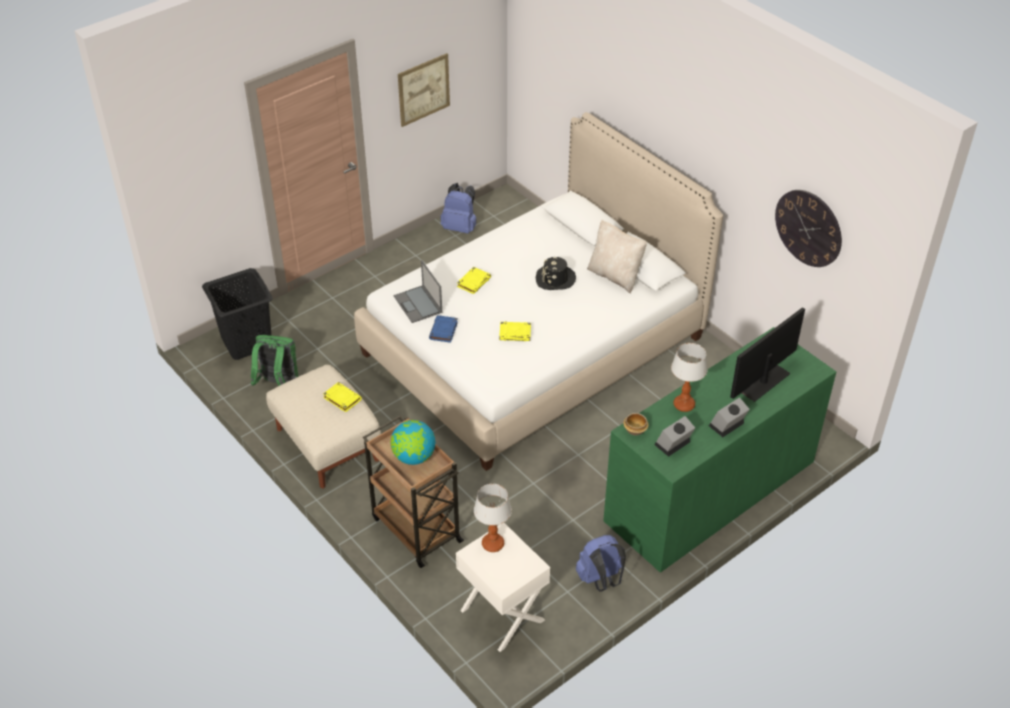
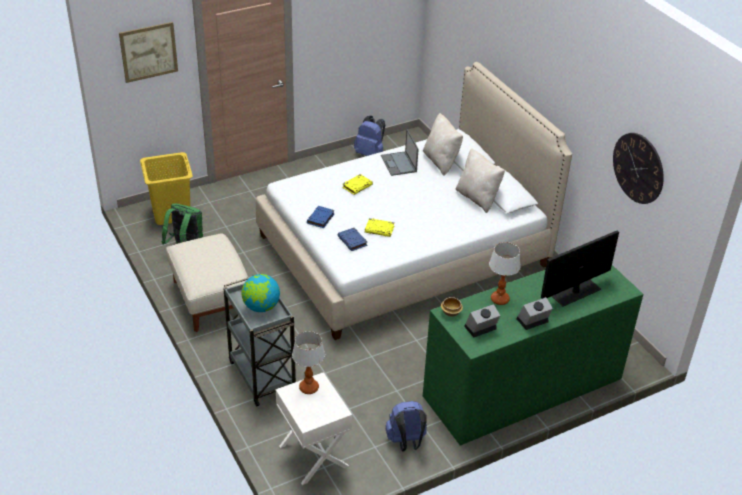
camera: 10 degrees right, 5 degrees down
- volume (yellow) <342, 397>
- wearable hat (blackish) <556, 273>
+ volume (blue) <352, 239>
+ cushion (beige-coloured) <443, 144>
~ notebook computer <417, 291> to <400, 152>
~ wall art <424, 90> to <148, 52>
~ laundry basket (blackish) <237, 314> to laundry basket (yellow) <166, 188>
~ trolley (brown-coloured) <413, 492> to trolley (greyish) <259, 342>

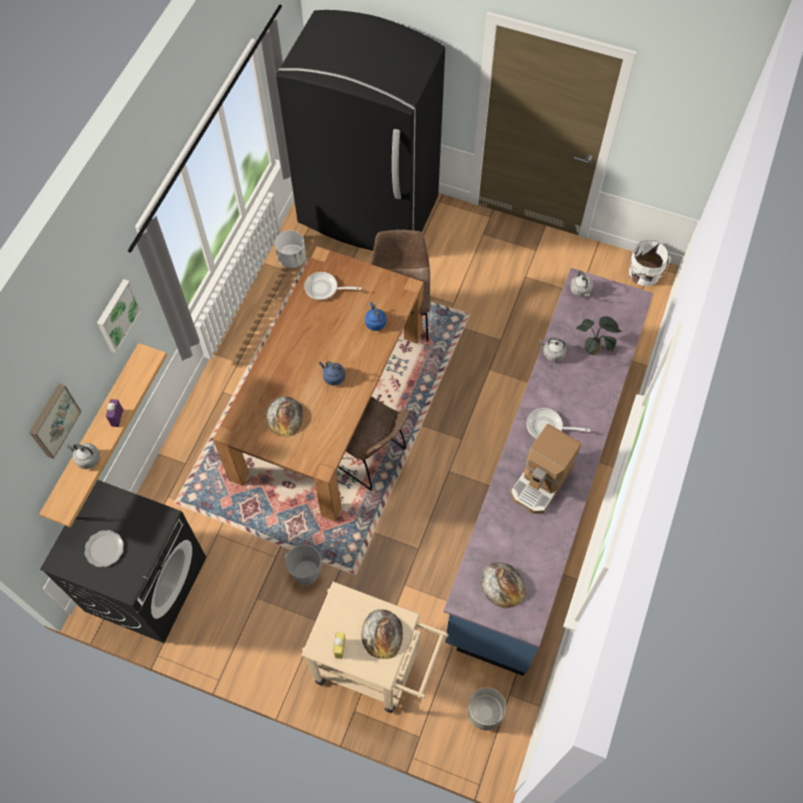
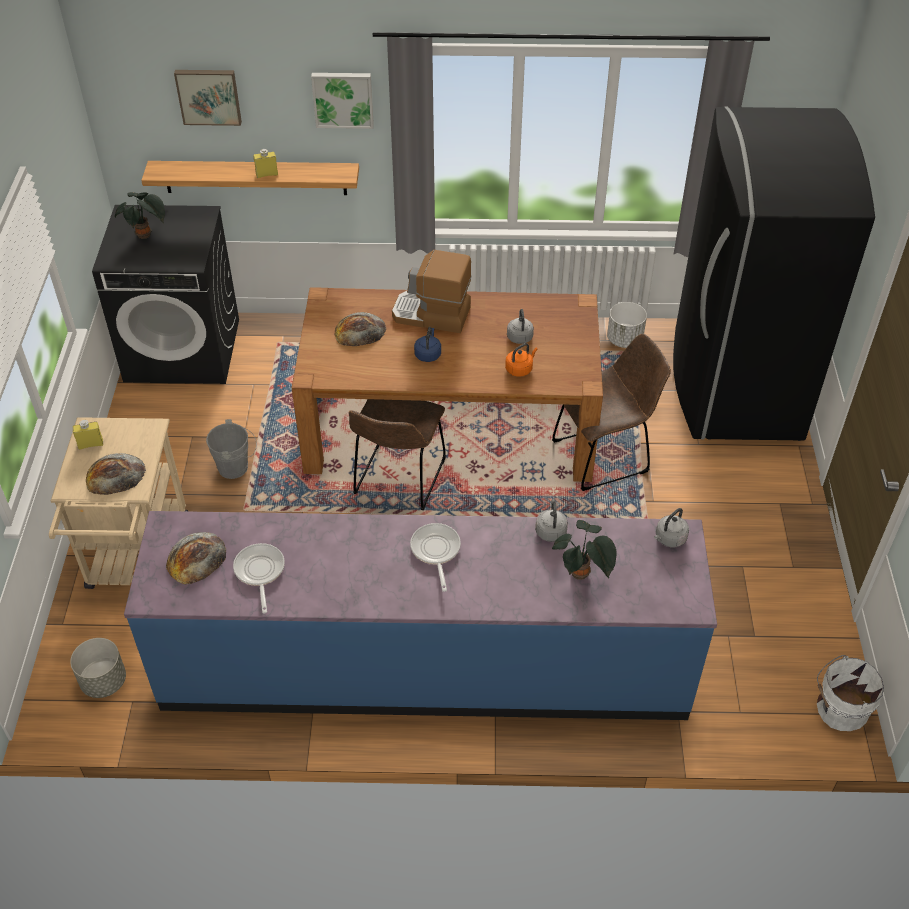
camera: 70 degrees right, 15 degrees down
~ kettle (greyish) <83, 456> to <520, 326>
~ skillet <332, 286> to <259, 578>
~ coffee maker <546, 469> to <431, 291>
~ dinner plate <104, 548> to potted plant <140, 215>
~ drink bottle (purple) <114, 413> to drink bottle (yellow) <265, 163>
~ kettle (blue) <375, 316> to kettle (orange) <521, 360>

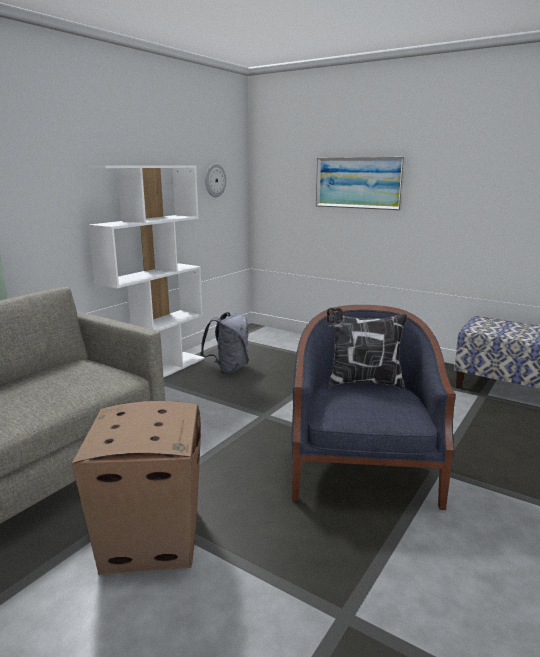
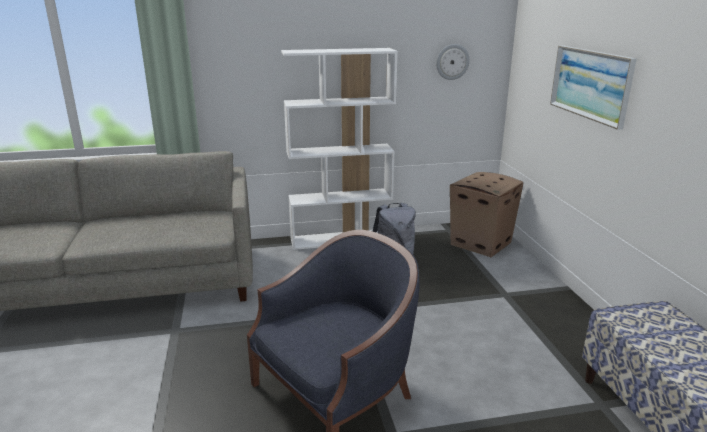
camera: 45 degrees right, 5 degrees up
- cushion <366, 348>
~ packing box <136, 488> to <486, 214>

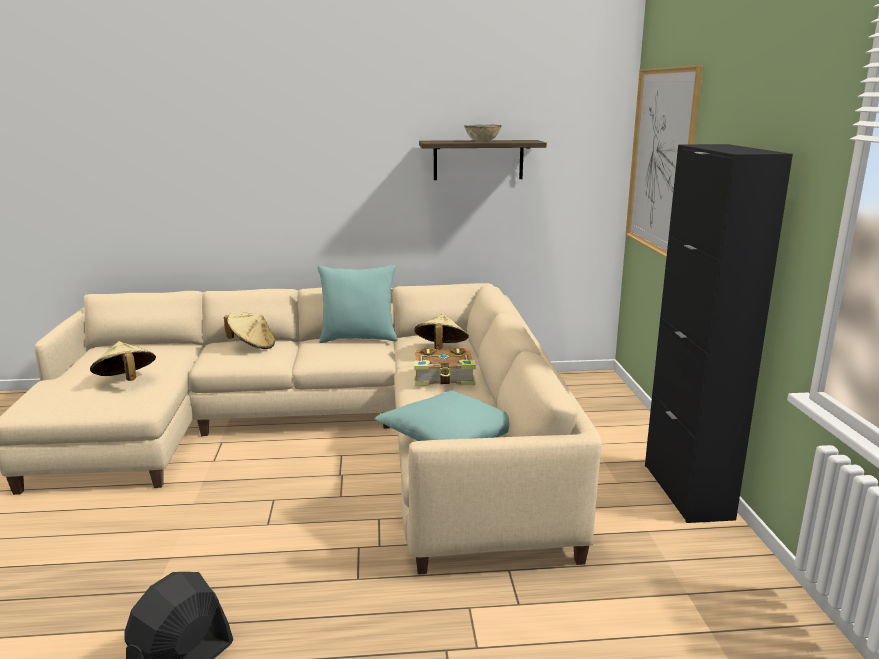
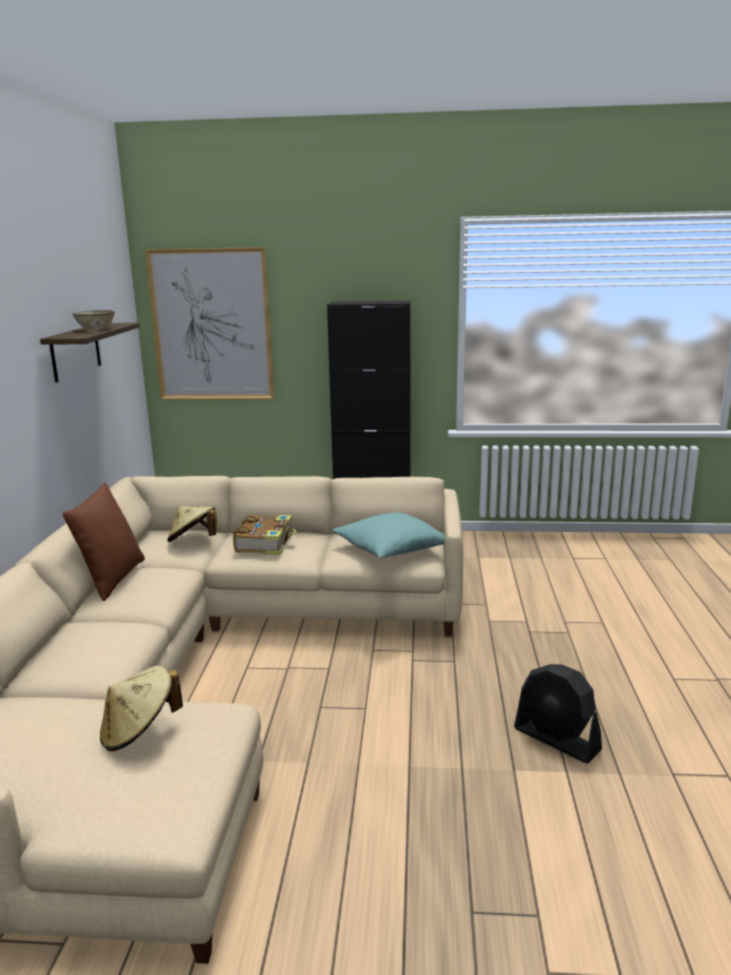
camera: 80 degrees left, 0 degrees up
- wearable hat (beige-coloured) <249, 330>
~ cushion (blue-green) <358, 304> to cushion (brown-coloured) <103, 542>

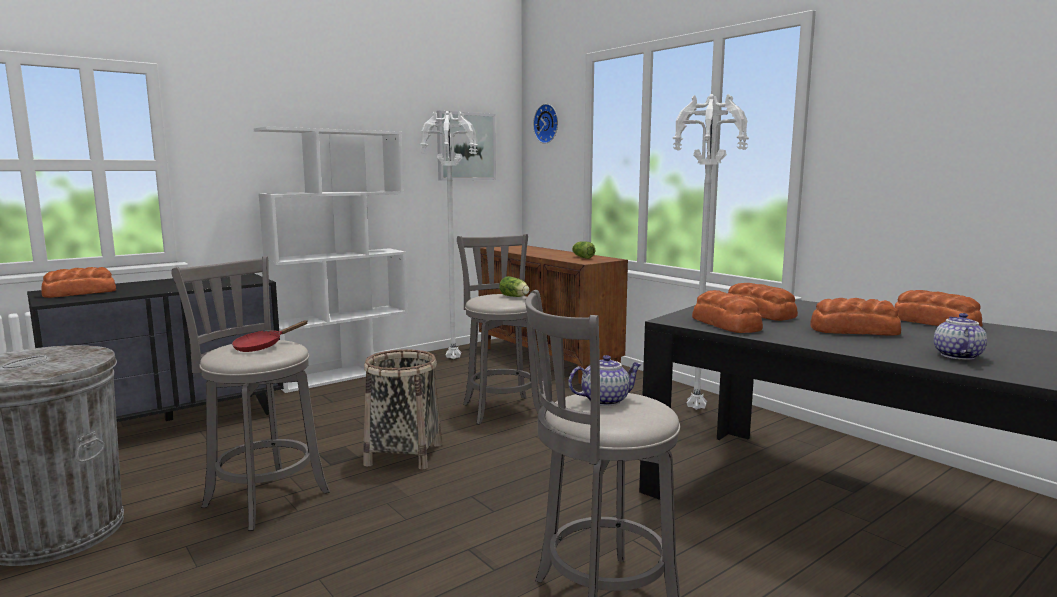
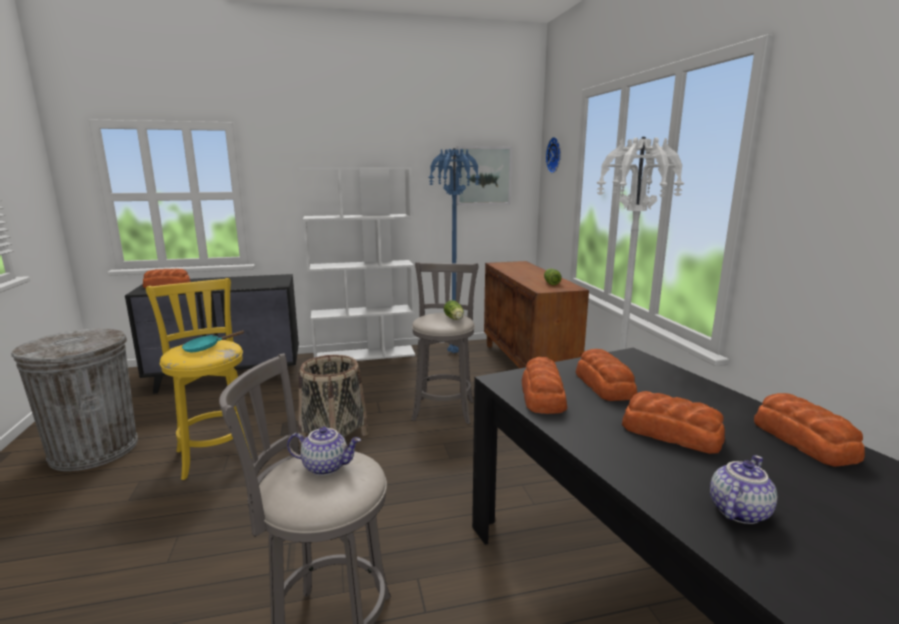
camera: 25 degrees right, 5 degrees up
~ stool seat (greyish) <250, 393> to stool seat (yellow) <199, 379>
~ skillet (red) <270, 336> to skillet (blue-green) <213, 341>
~ floor lamp (white-coloured) <449, 235> to floor lamp (blue) <454, 250>

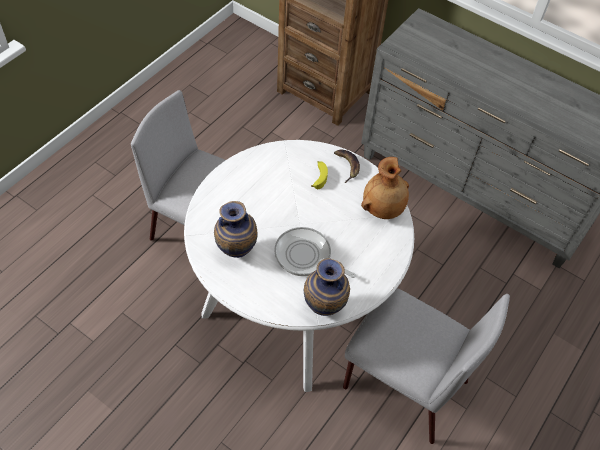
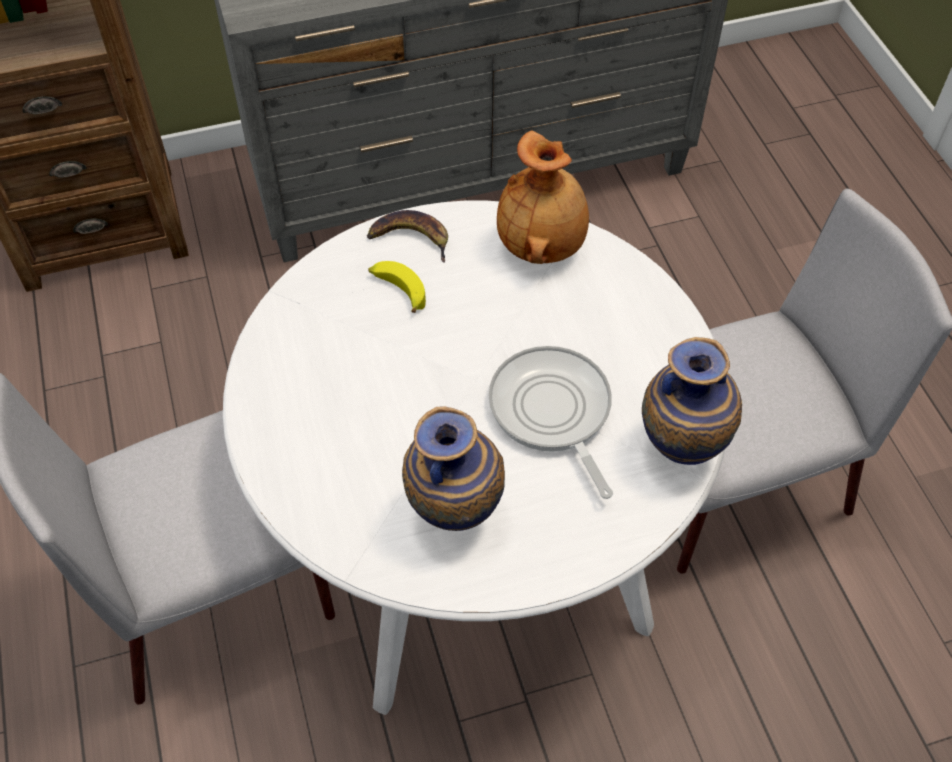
camera: 50 degrees left, 0 degrees up
~ skillet <315, 252> = <550, 422> 90 degrees clockwise

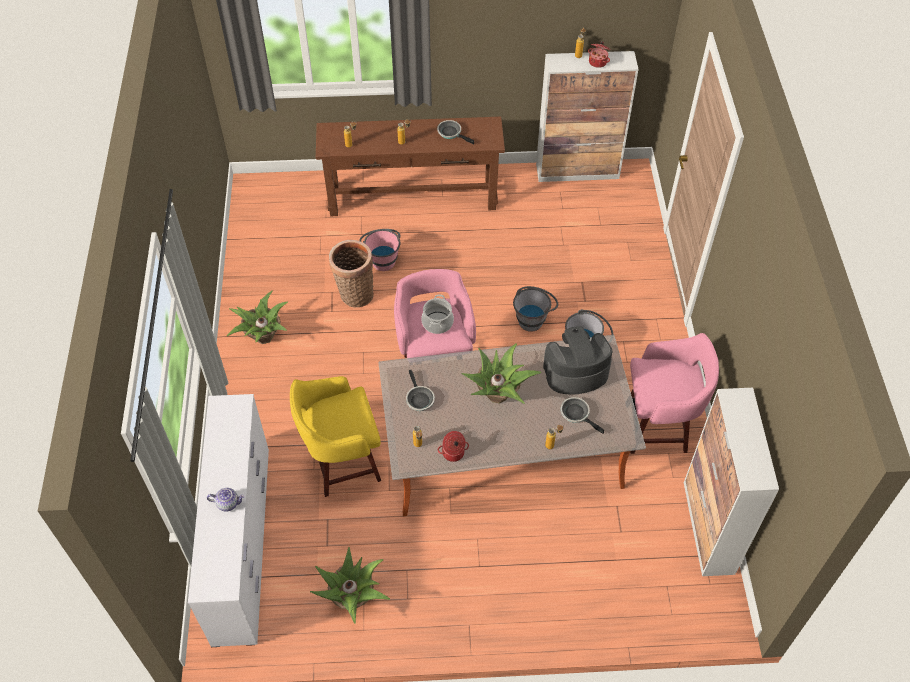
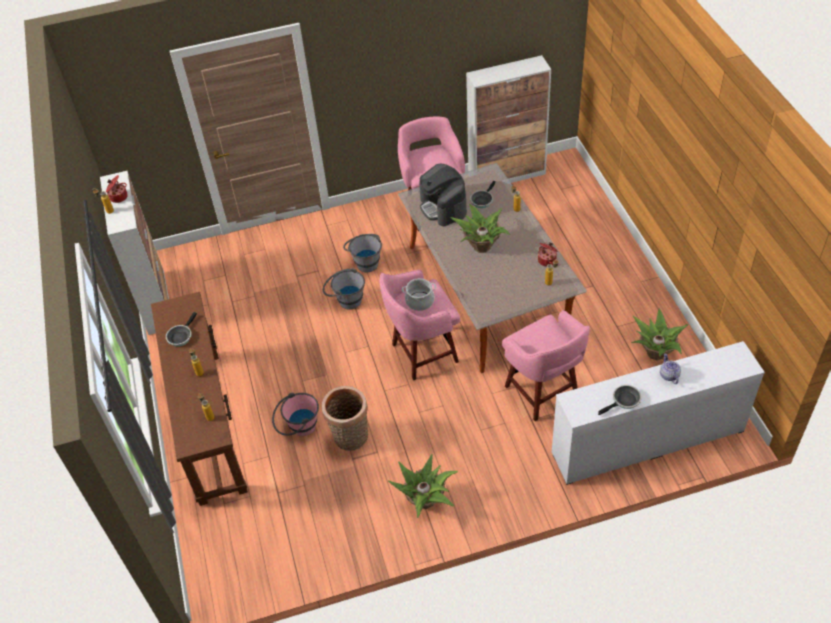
camera: 100 degrees left, 5 degrees down
~ skillet <420, 390> to <620, 400>
~ stool seat (yellow) <335, 436> to stool seat (pink-coloured) <546, 365>

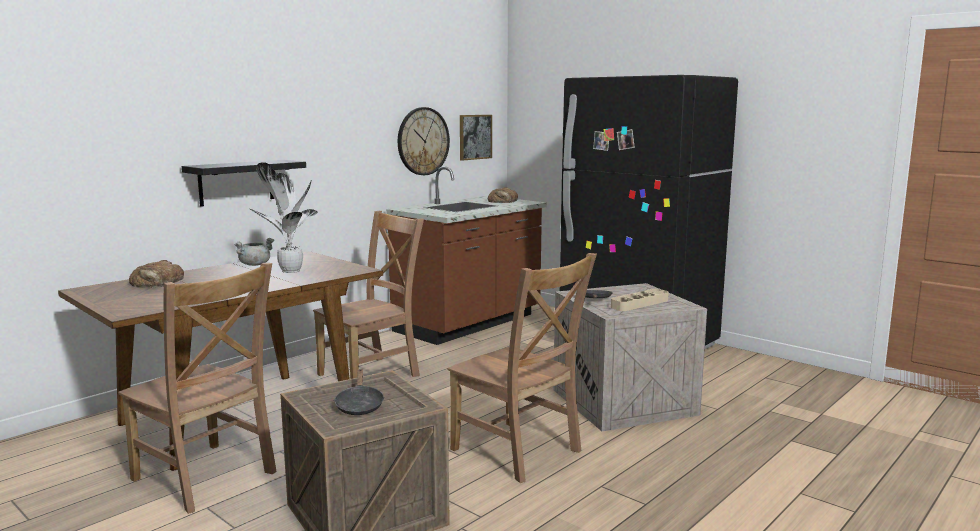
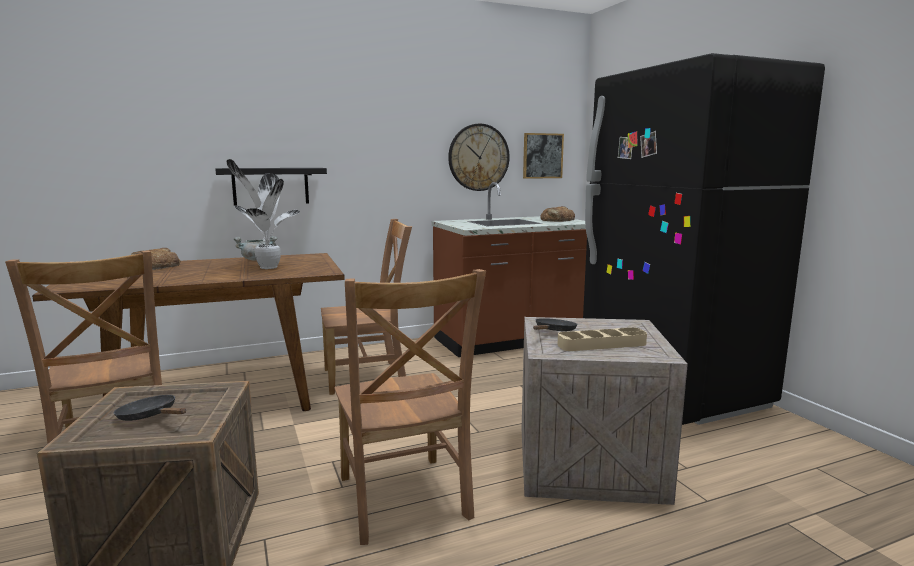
camera: 25 degrees right, 0 degrees up
~ skillet (blackish) <359, 392> = <150, 408> 105 degrees clockwise

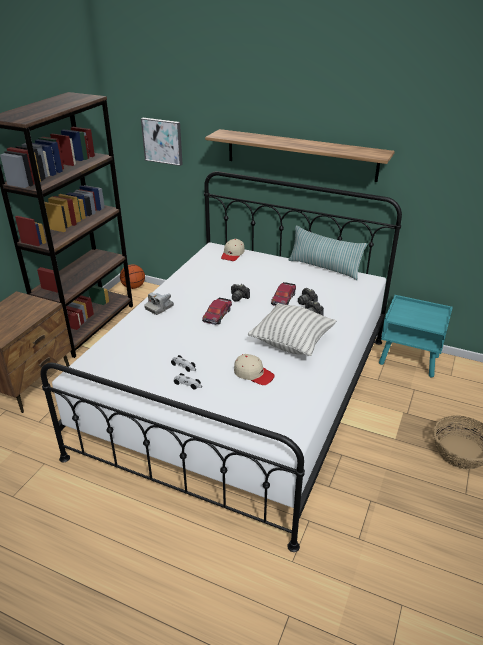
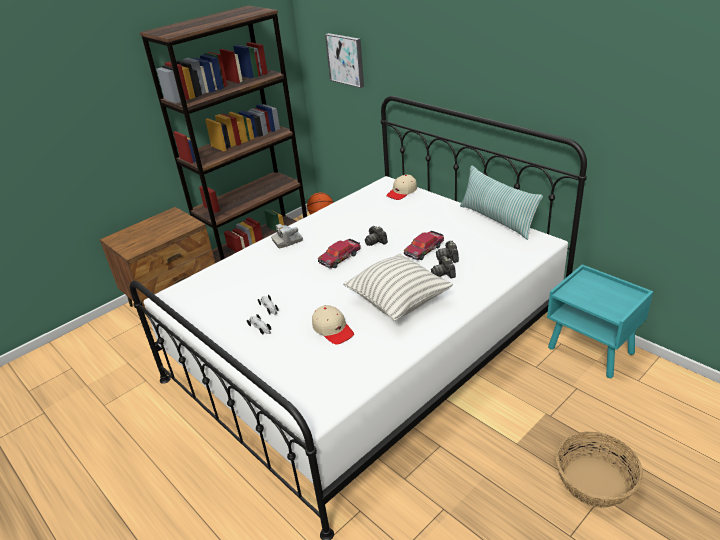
camera: 25 degrees right, 0 degrees up
- wall shelf <300, 155>

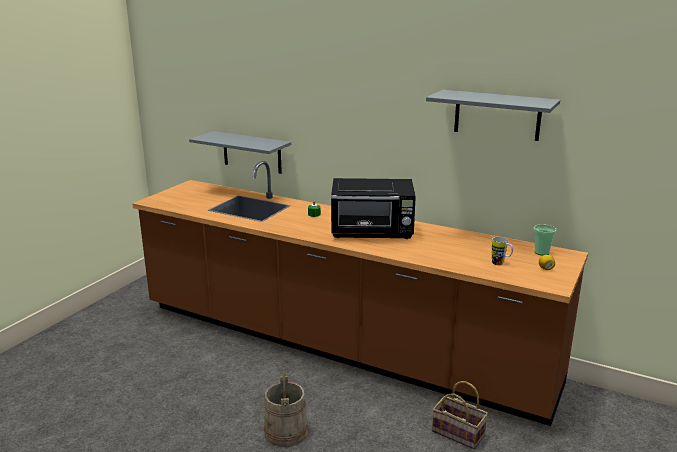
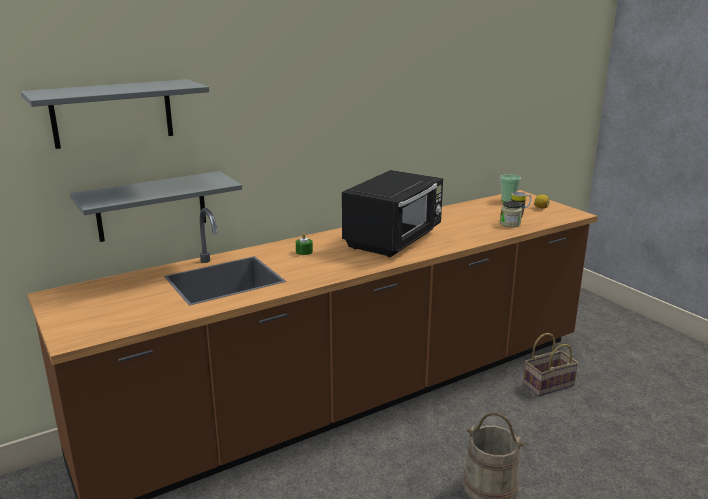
camera: 60 degrees left, 0 degrees up
+ preserve jar <511, 214>
~ wall shelf (greyish) <493, 115> to <115, 114>

